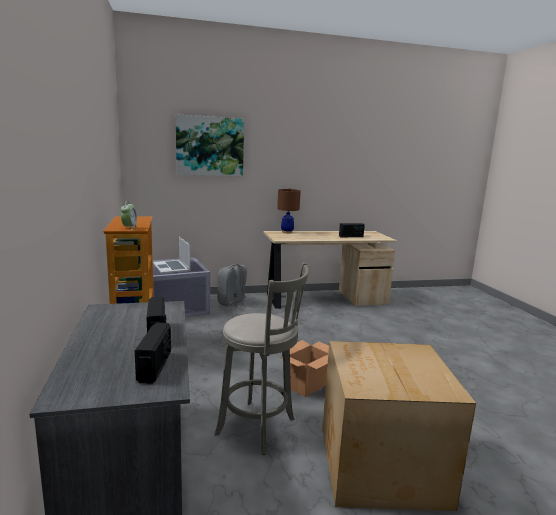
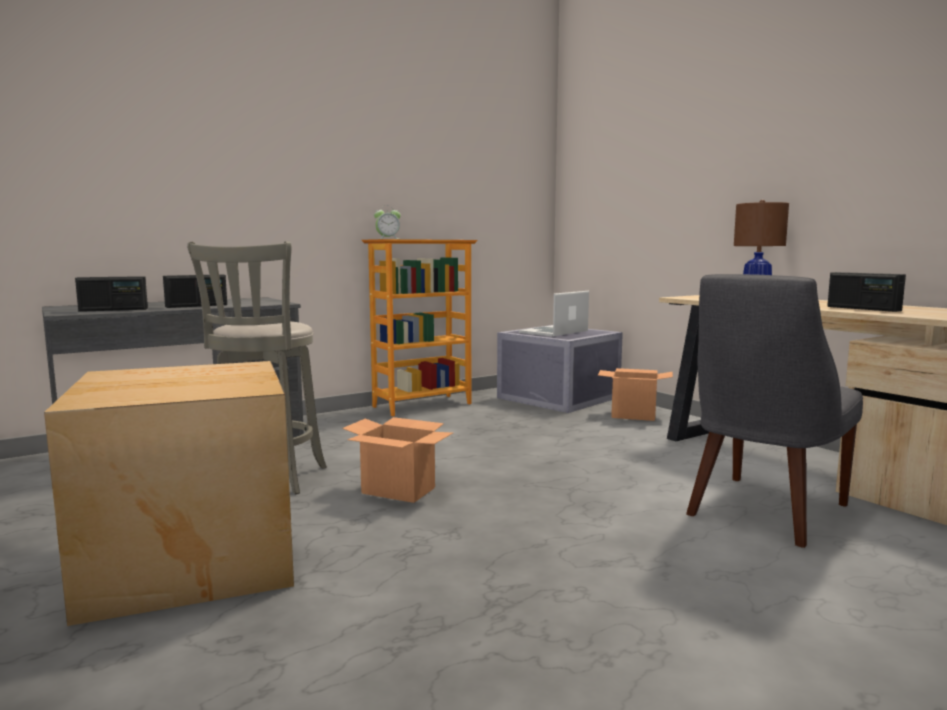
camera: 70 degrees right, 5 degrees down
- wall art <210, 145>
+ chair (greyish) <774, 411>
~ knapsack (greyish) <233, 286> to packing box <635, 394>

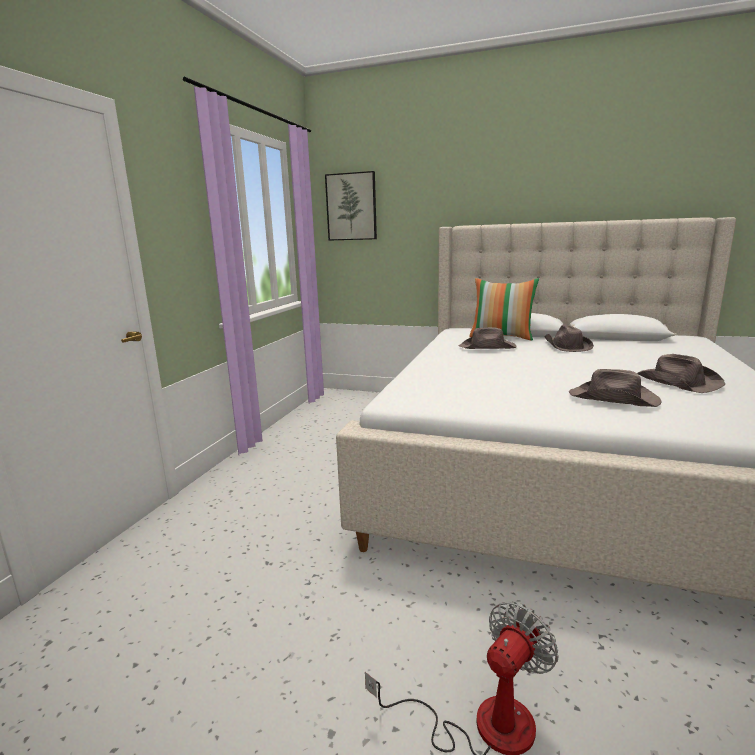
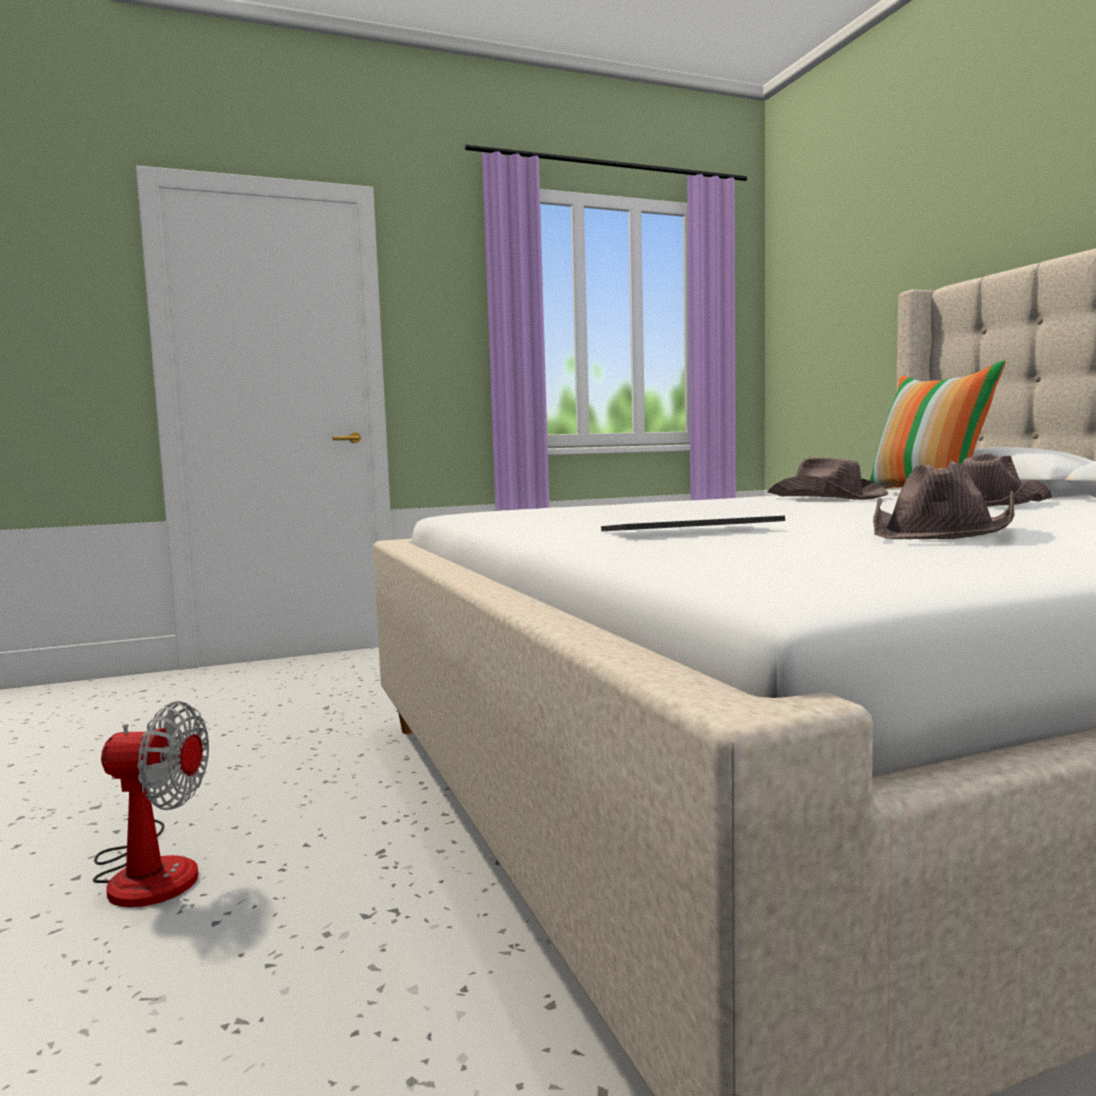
camera: 50 degrees right, 10 degrees down
- wall art <351, 206>
~ wearable hat (brown-coloured) <615, 388> to keyboard <693, 523>

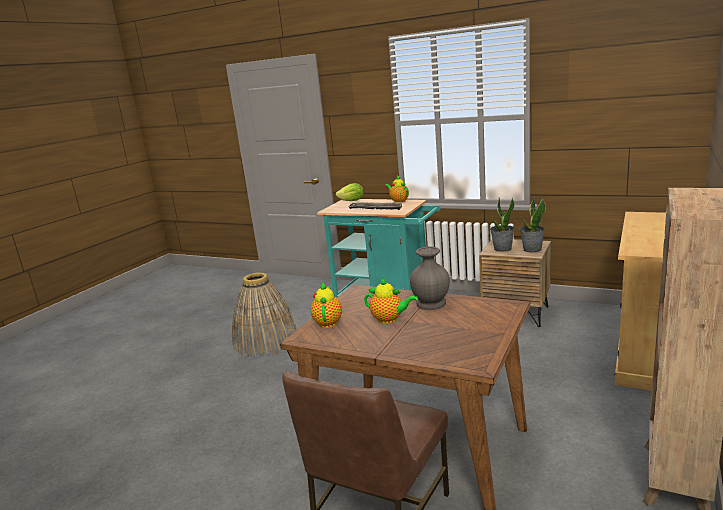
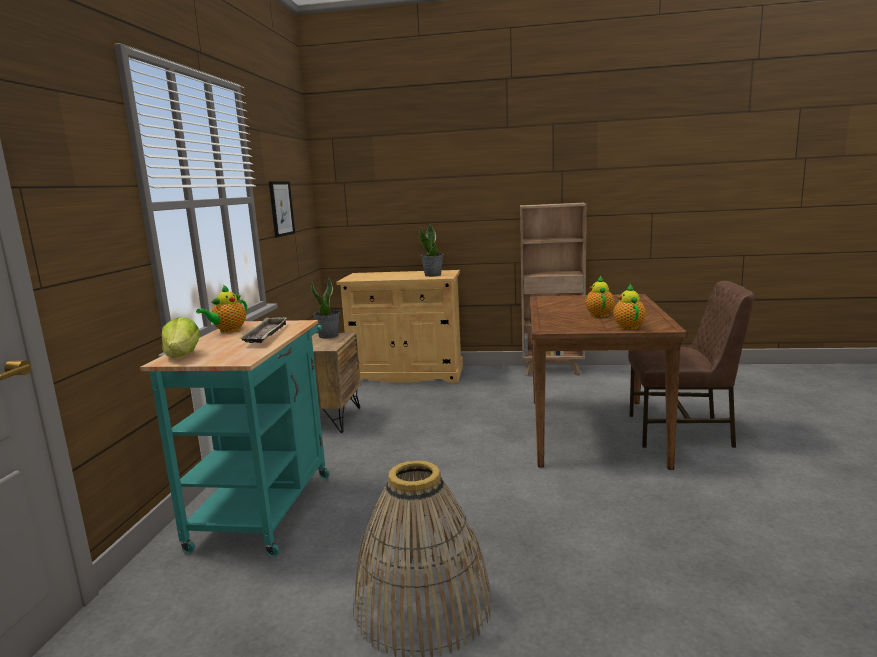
camera: 110 degrees left, 5 degrees down
- decorative vase (greyish) <430, 278>
+ wall art <282, 209>
~ potted plant <502, 225> to <432, 250>
~ pot for tea <326, 305> = <629, 307> 105 degrees clockwise

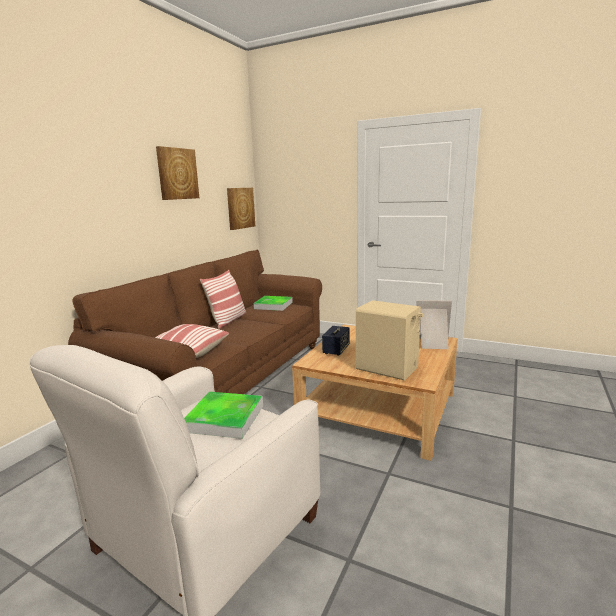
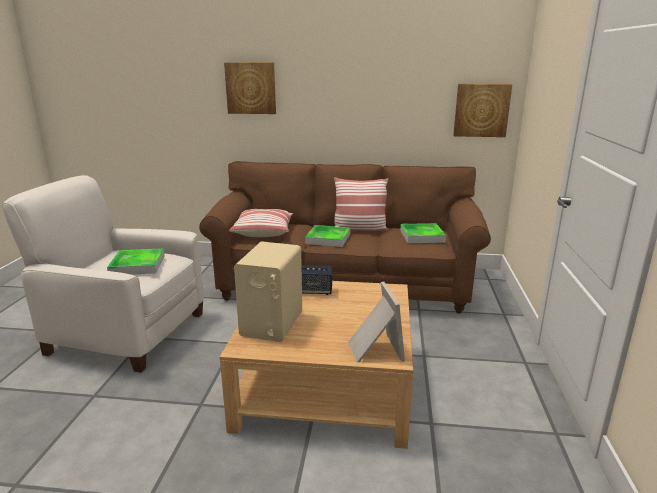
camera: 70 degrees right, 5 degrees up
+ serving tray <327, 236>
~ wall art <177, 173> to <250, 88>

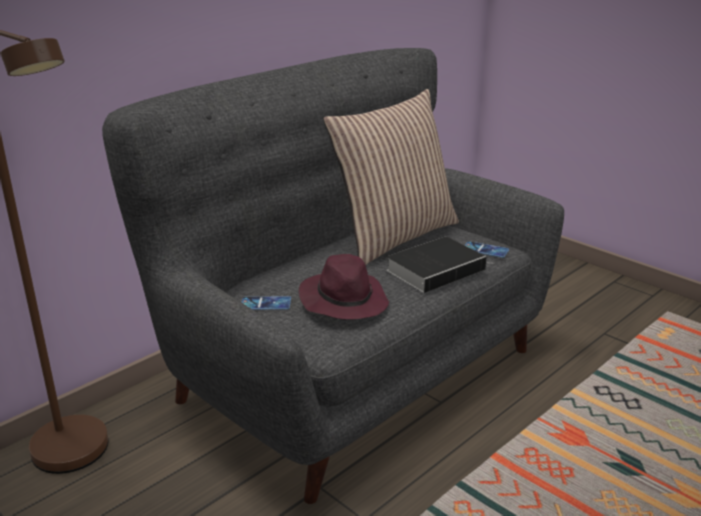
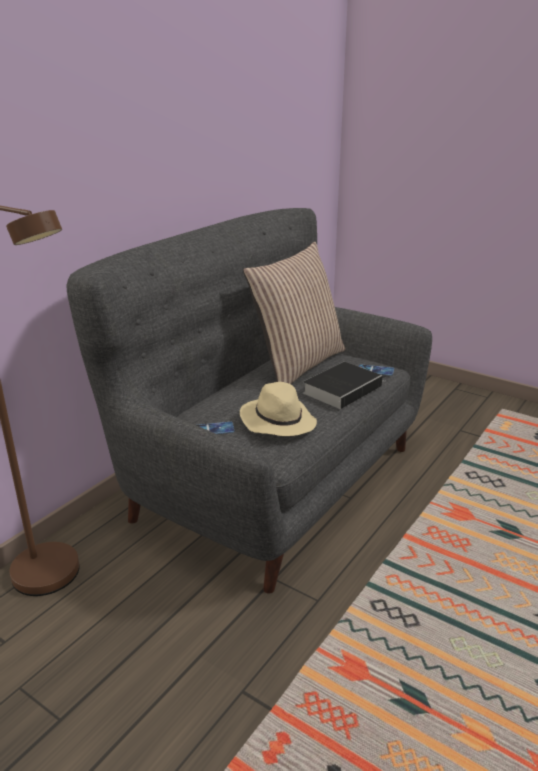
camera: 10 degrees left, 0 degrees up
~ wearable hat (purple) <344, 287> to wearable hat (beige-coloured) <278, 409>

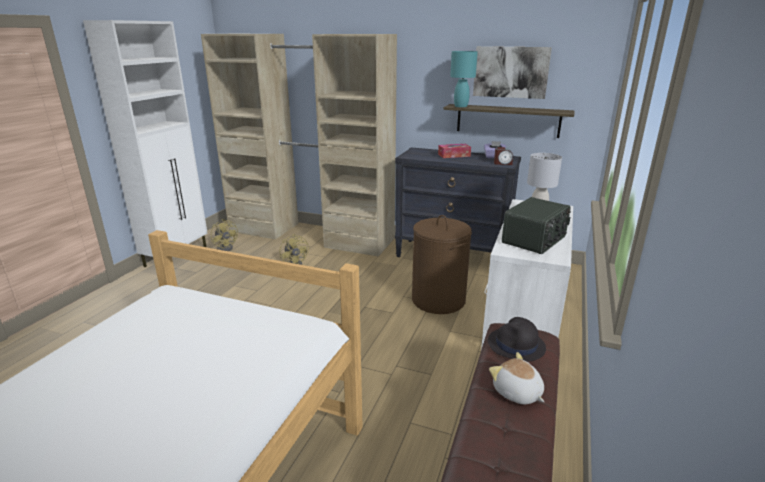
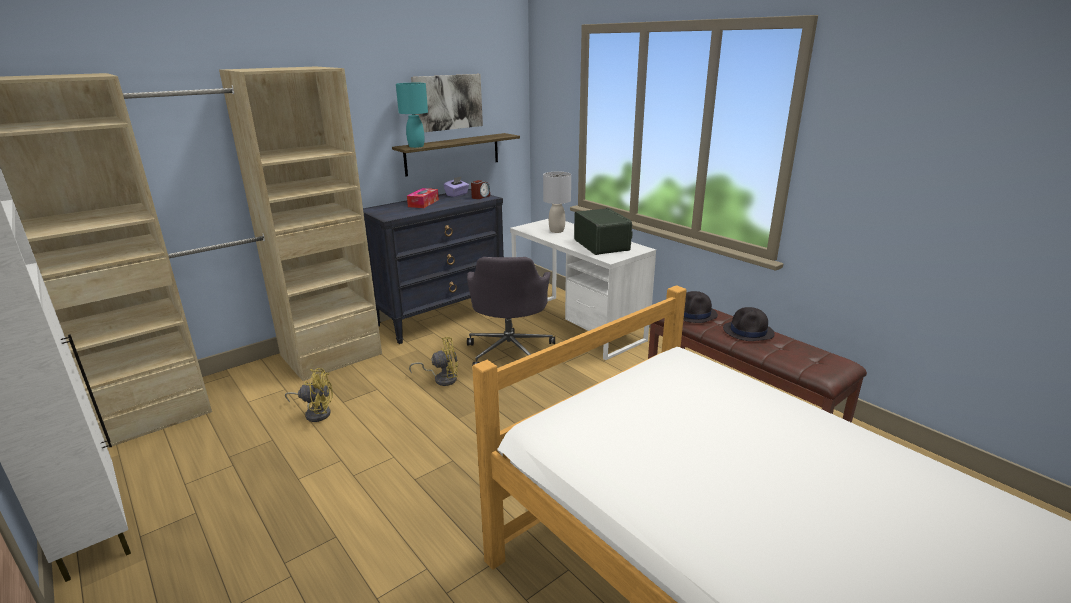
camera: 60 degrees left, 0 degrees up
~ cooling fan (yellow) <224, 235> to <433, 361>
~ laundry basket (brown-coloured) <442, 264> to office chair (greyish) <511, 311>
~ plush toy <516, 378> to wearable hat (blackish) <749, 324>

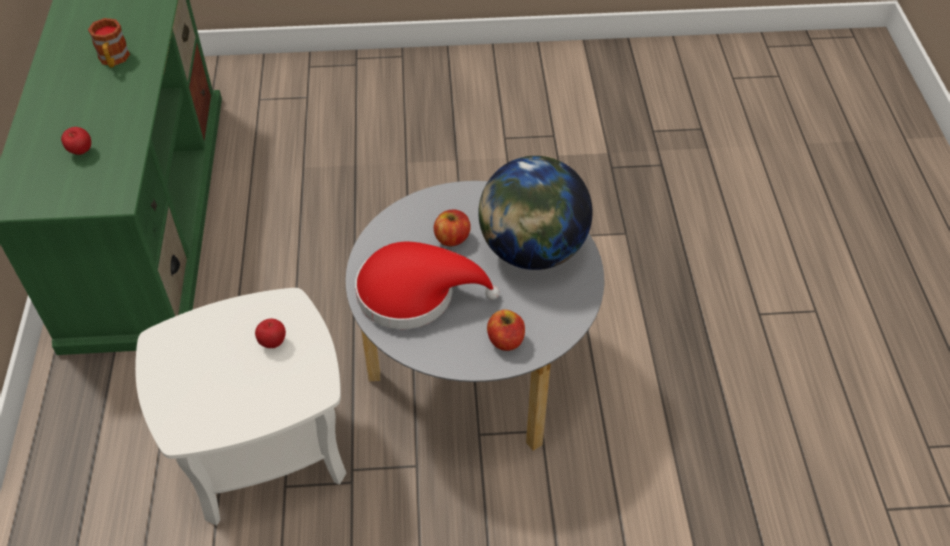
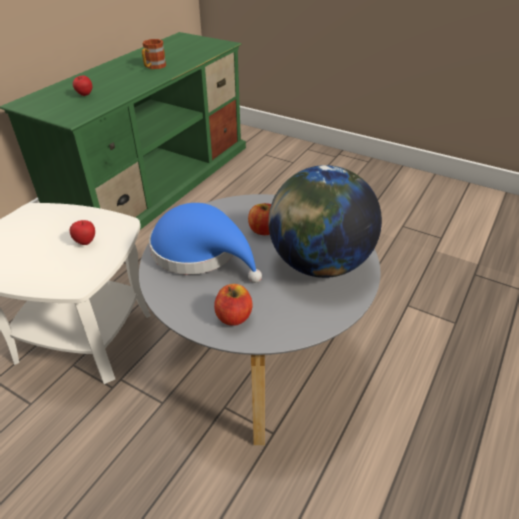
camera: 35 degrees right, 10 degrees down
~ wearable hat (red) <427, 285> to wearable hat (blue) <205, 243>

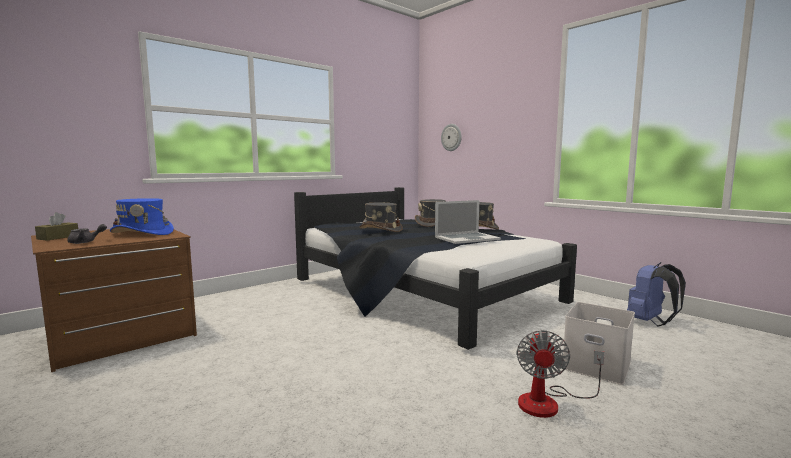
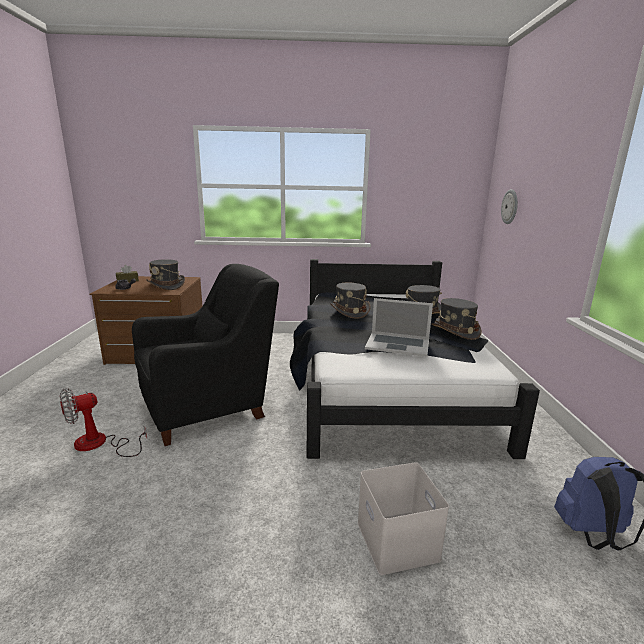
camera: 40 degrees right, 10 degrees up
+ lounge chair (blackish) <205, 355>
~ cooling fan <560, 374> to <103, 422>
~ wearable hat (blue) <142, 216> to wearable hat (greyish) <165, 274>

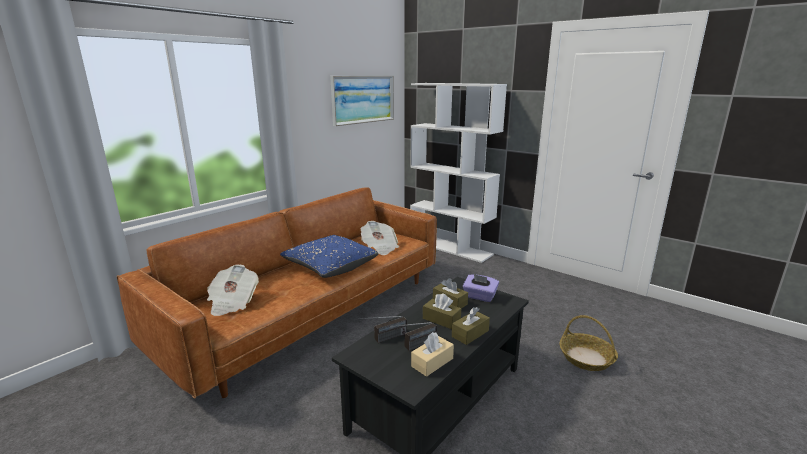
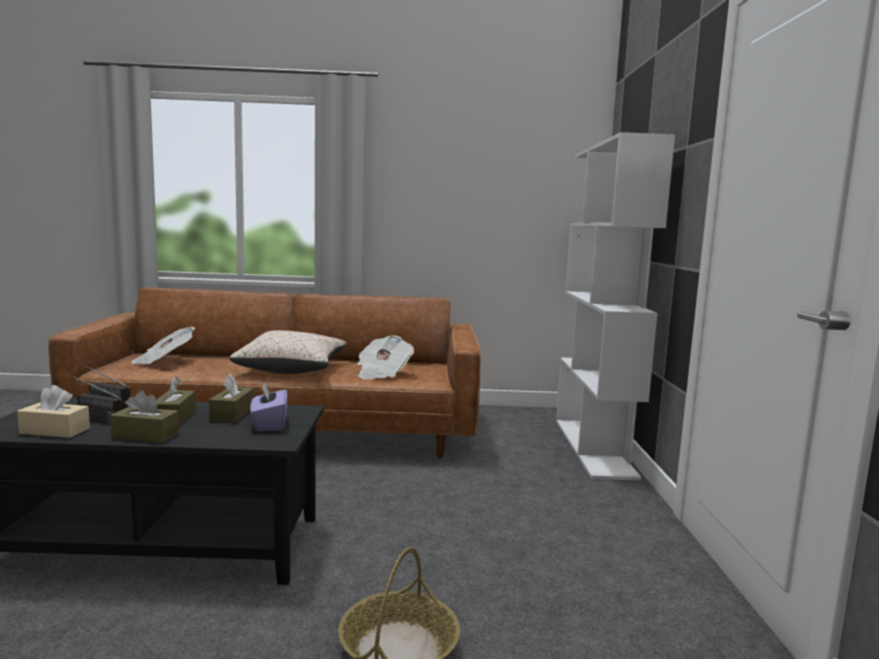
camera: 50 degrees right, 10 degrees down
- wall art <362, 101>
~ cushion (blue) <329, 256> to cushion (beige-coloured) <288, 352>

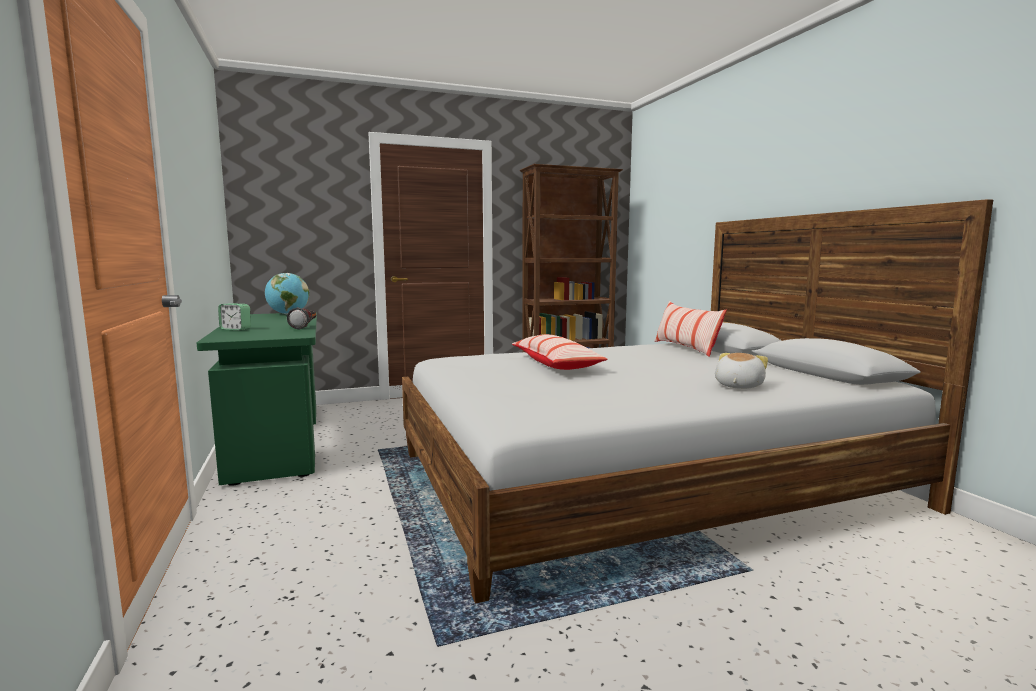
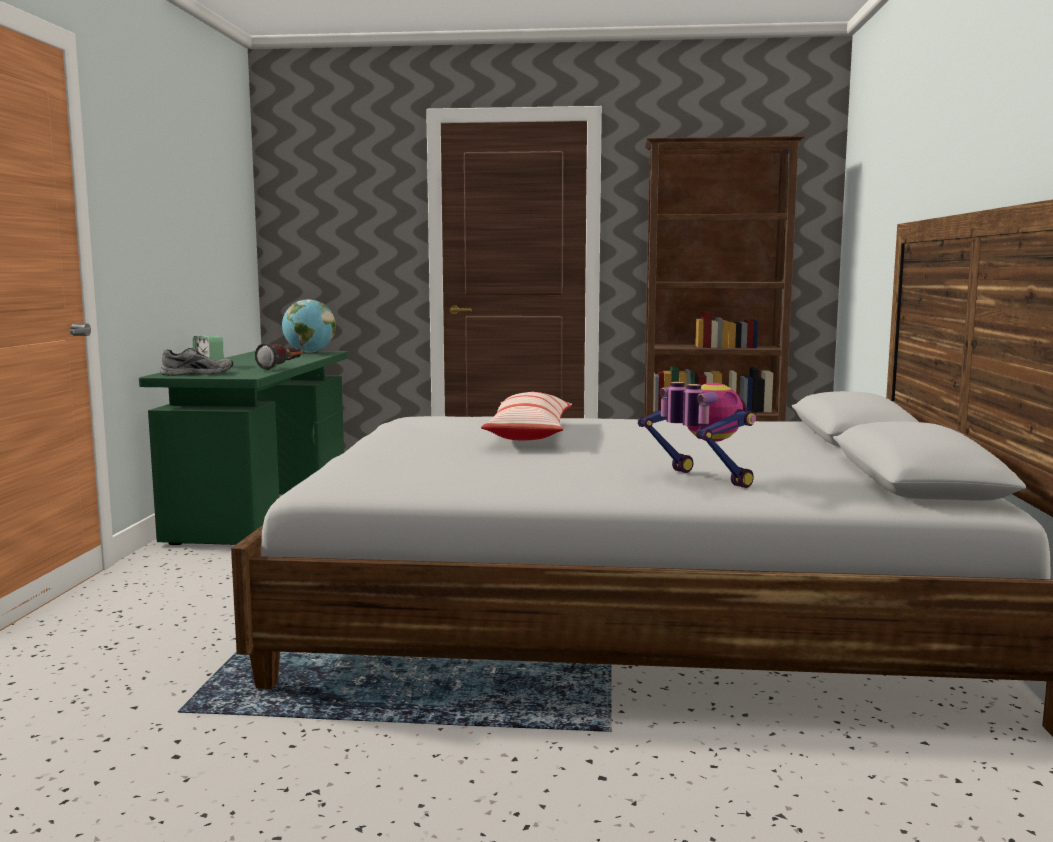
camera: 25 degrees right, 0 degrees up
- cushion <690, 329>
+ shoe (greyish) <196, 361>
~ plush toy <741, 371> to model robot <697, 435>

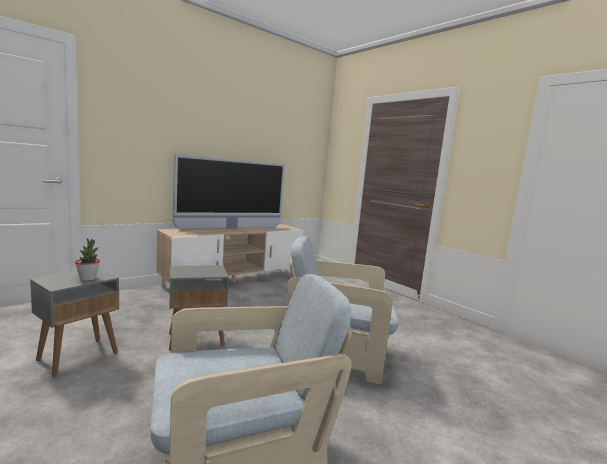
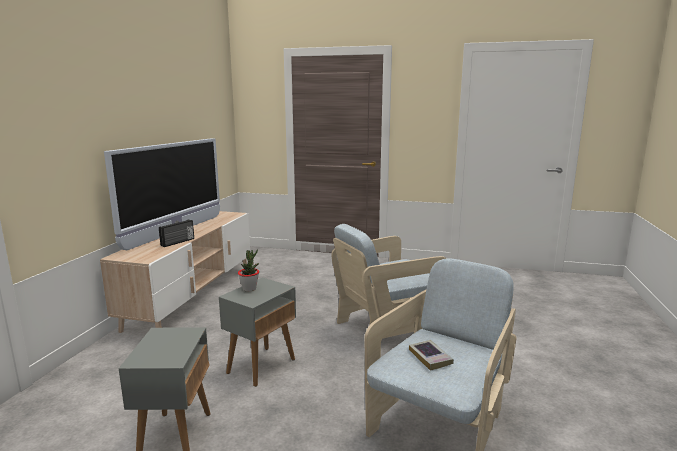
camera: 35 degrees left, 5 degrees up
+ radio receiver <176, 233>
+ volume <431, 355>
~ potted plant <87, 259> to <248, 270>

